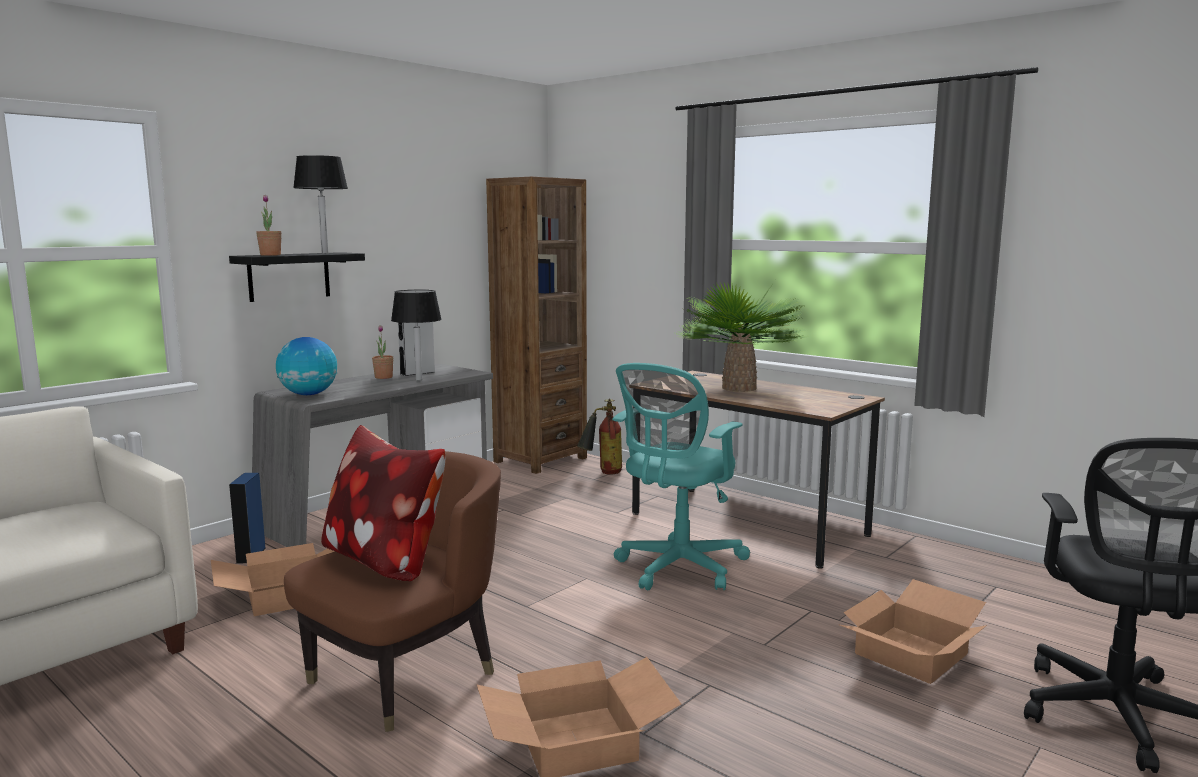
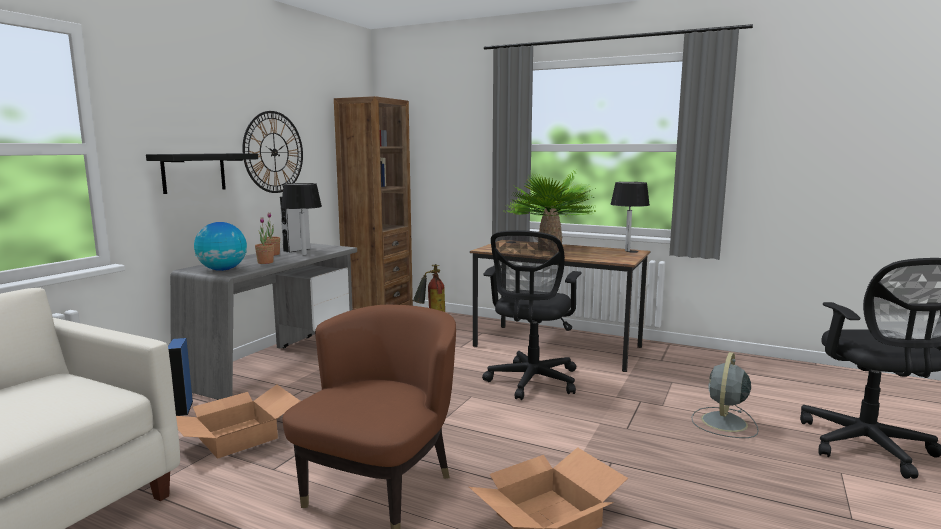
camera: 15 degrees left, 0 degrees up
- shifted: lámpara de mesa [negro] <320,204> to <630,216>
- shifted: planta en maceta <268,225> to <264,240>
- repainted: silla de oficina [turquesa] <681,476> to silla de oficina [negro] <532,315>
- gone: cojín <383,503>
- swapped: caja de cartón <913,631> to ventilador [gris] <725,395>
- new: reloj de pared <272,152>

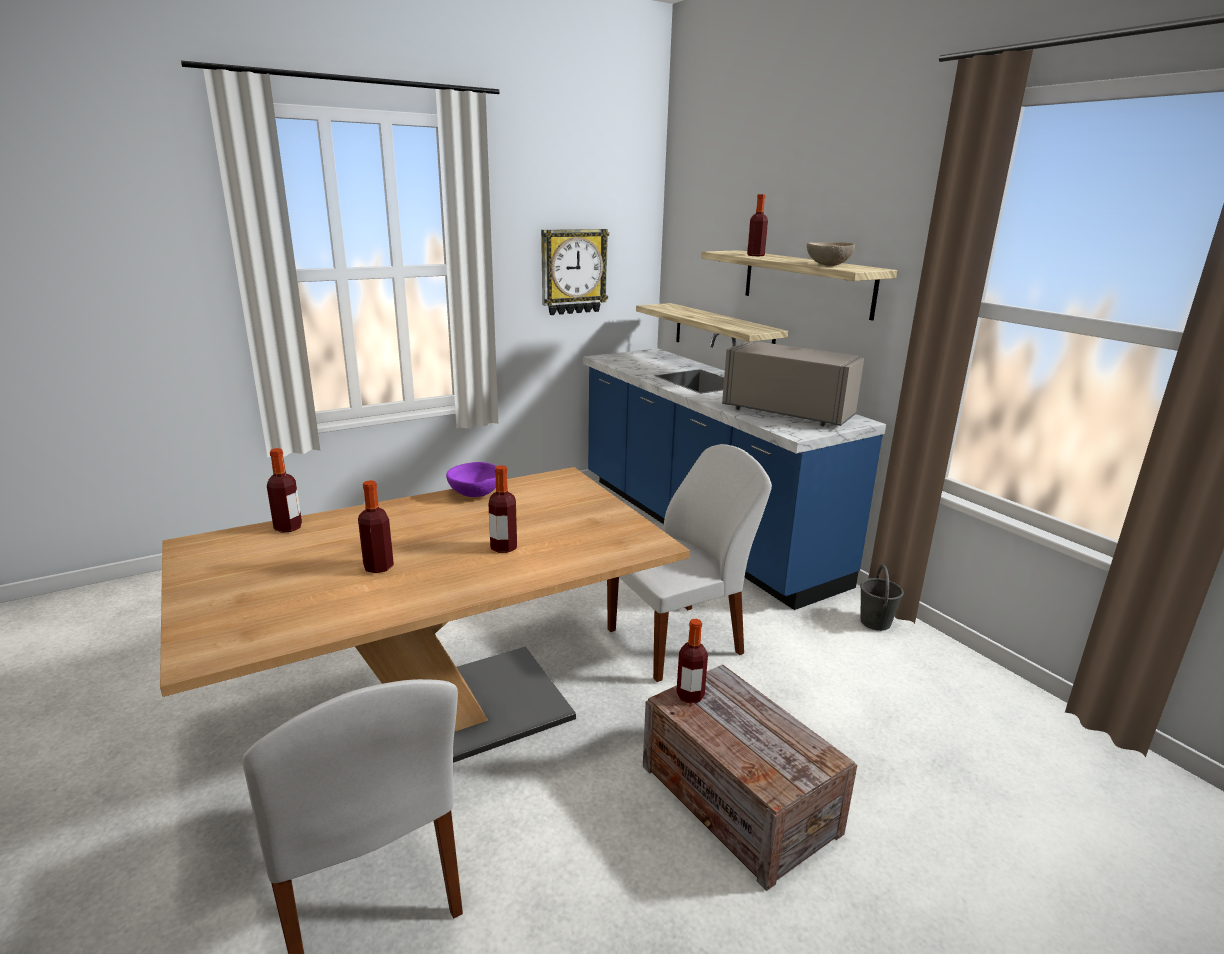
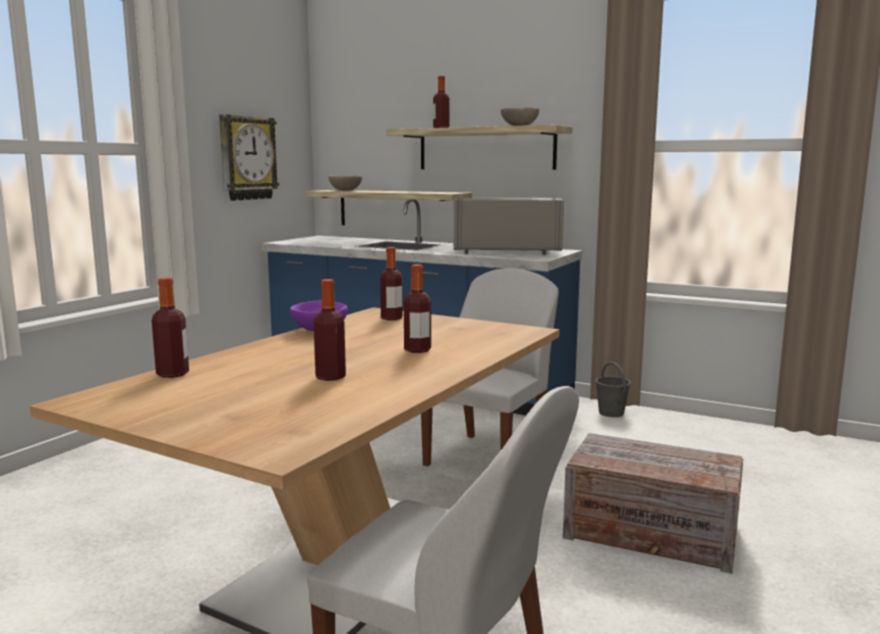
camera: 30 degrees left, 10 degrees down
- shifted: botella <692,661> to <391,283>
- new: cuenco [beis] <345,183>

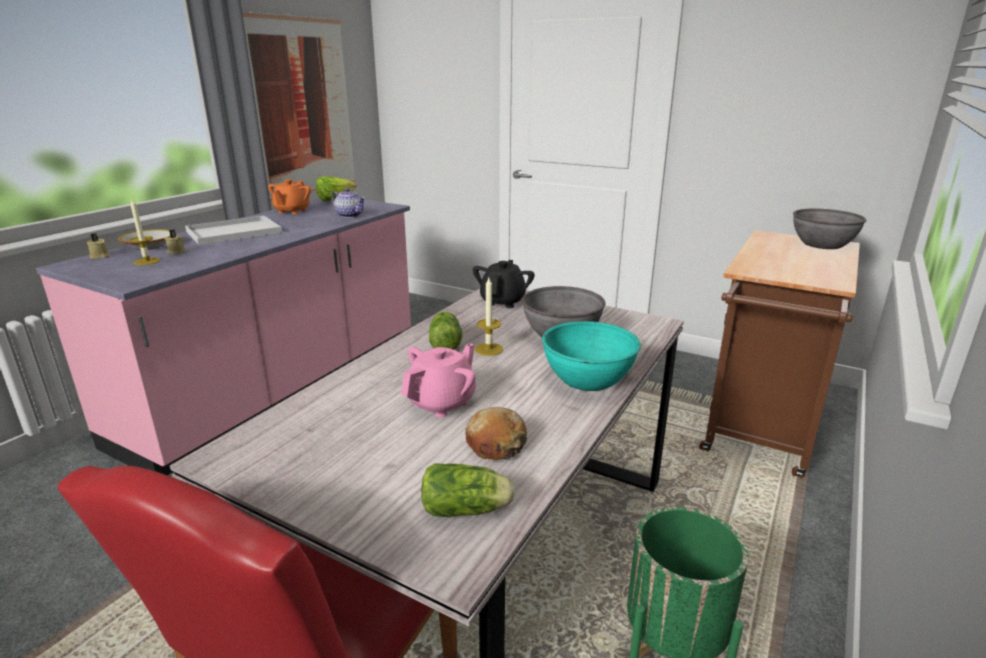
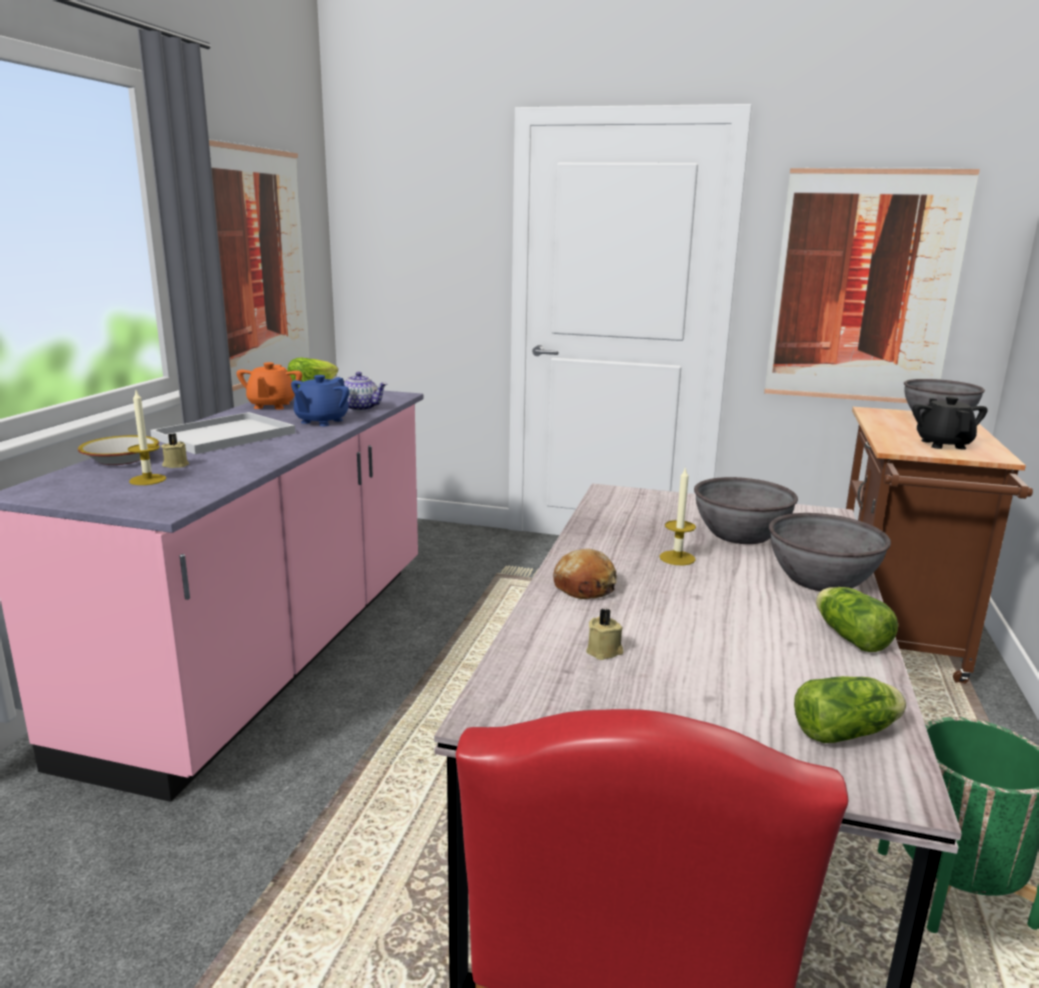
camera: 15 degrees left, 5 degrees down
- shifted: vela [beis] <98,246> to <604,634>
- shifted: tetera [negro] <504,284> to <950,422>
- shifted: lechuga <445,331> to <857,619>
- repainted: cuenco [turquesa] <591,356> to cuenco [gris] <830,552>
- gone: tetera [rosa] <438,381>
- shifted: pan <496,433> to <585,573>
- new: cuadro <872,285>
- new: tetera [azul] <320,400>

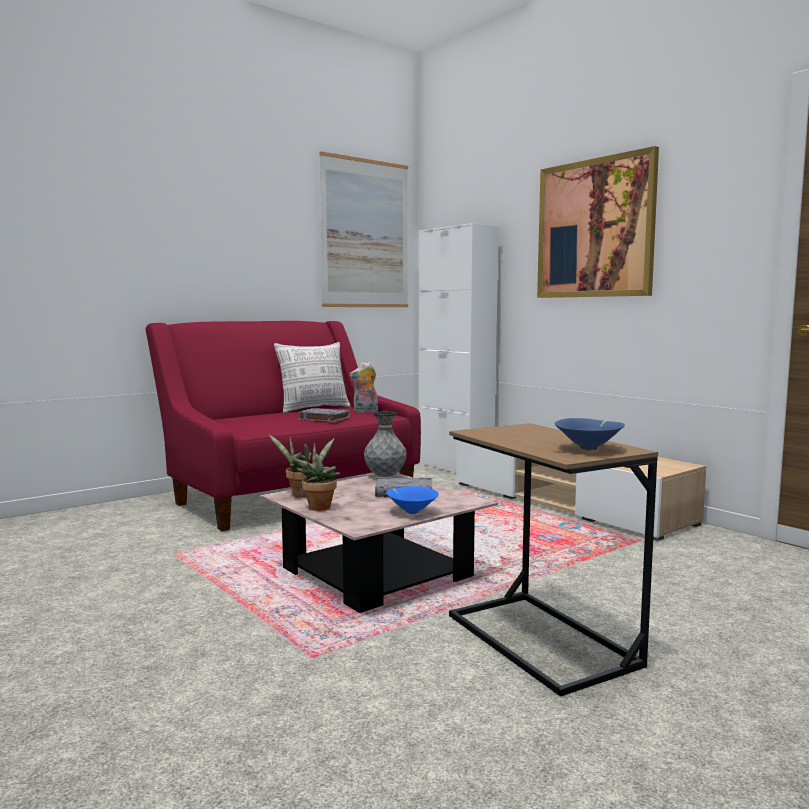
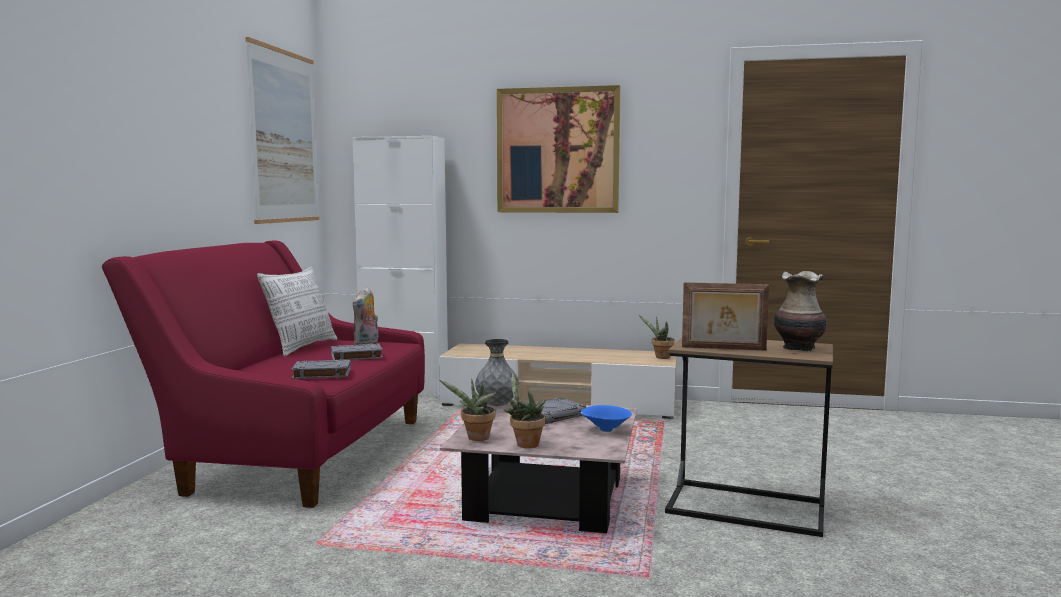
camera: 40 degrees left, 0 degrees up
- swapped: cuenco [azul] <590,434> to florero <800,311>
- new: portarretratos <725,316>
- new: planta en maceta <657,337>
- new: libro [gris] <321,369>

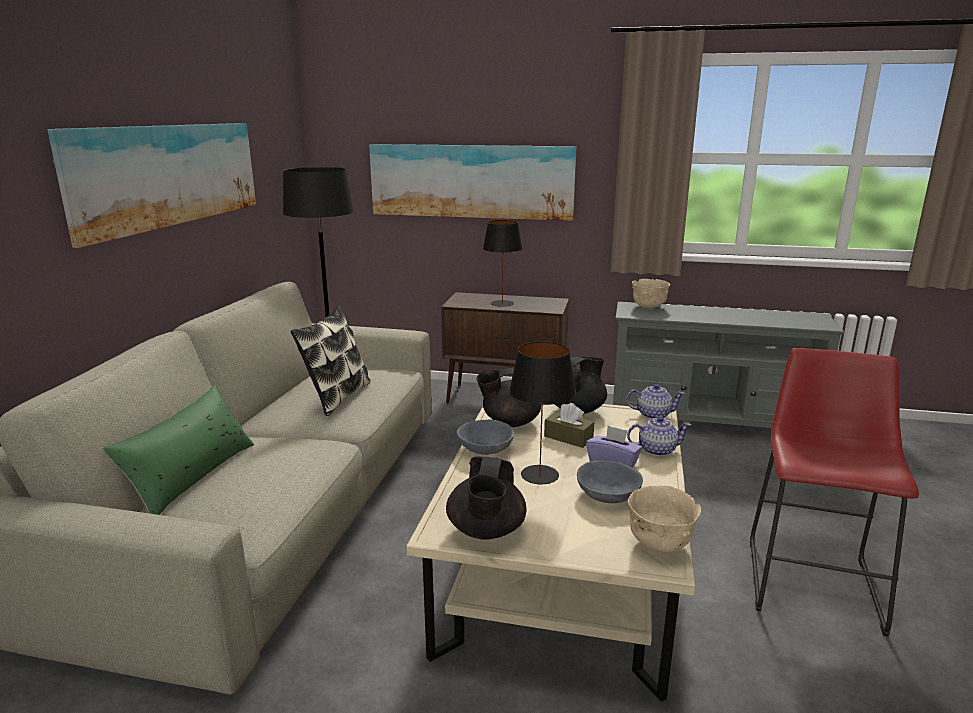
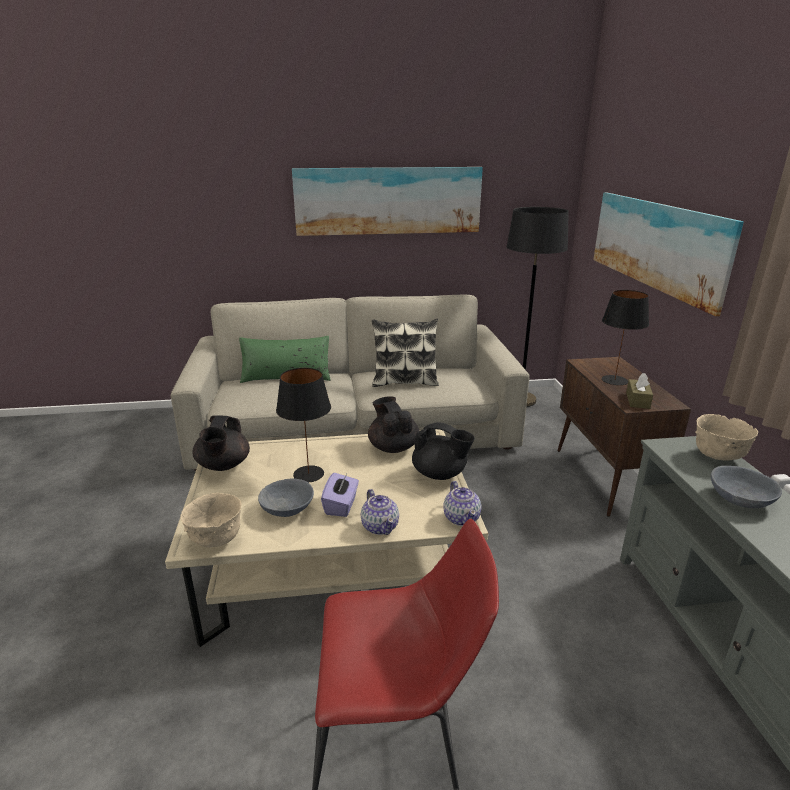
camera: 70 degrees right, 5 degrees up
- shifted: caja de pañuelos [marrón] <569,425> to <639,391>
- shifted: cuenco [gris] <485,437> to <746,487>
- rotated: tetera [negro] <486,498> = <221,443> 75 degrees counterclockwise

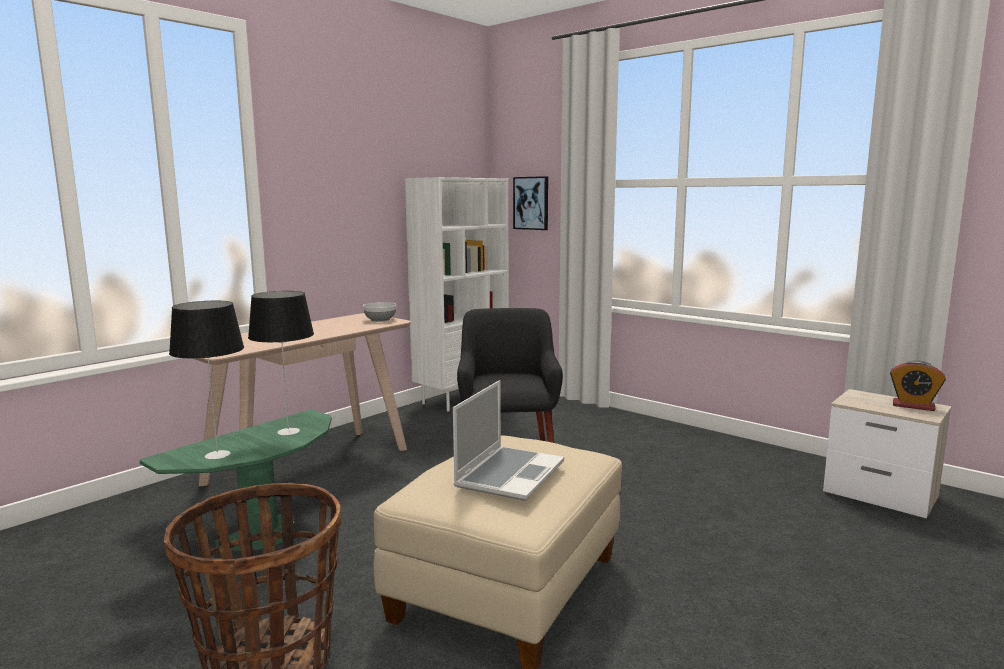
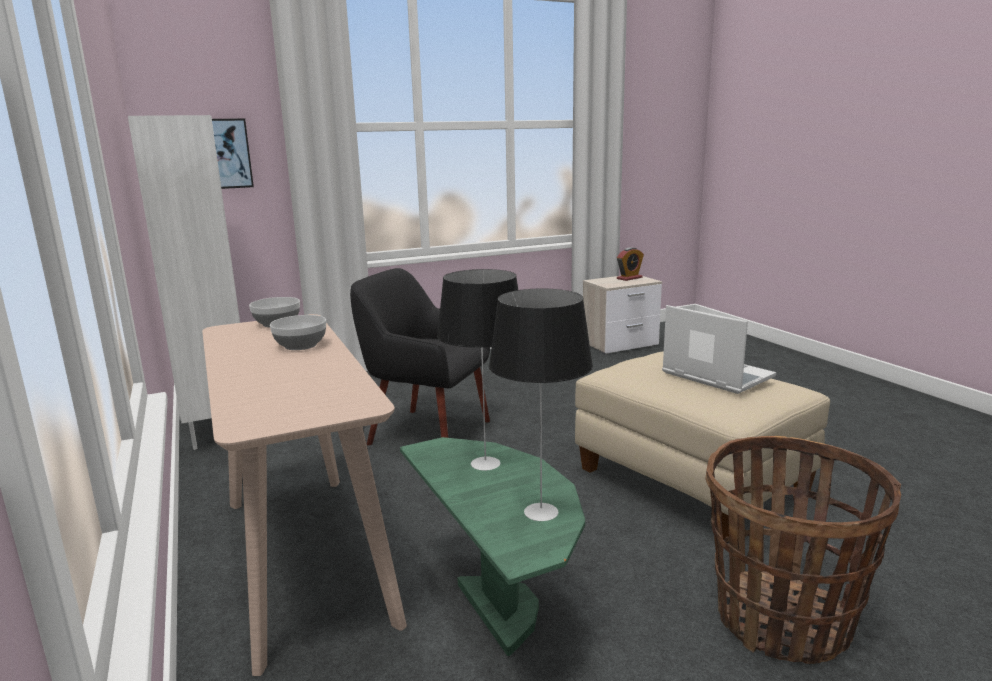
camera: 65 degrees left, 5 degrees up
- new: cuenco <298,332>

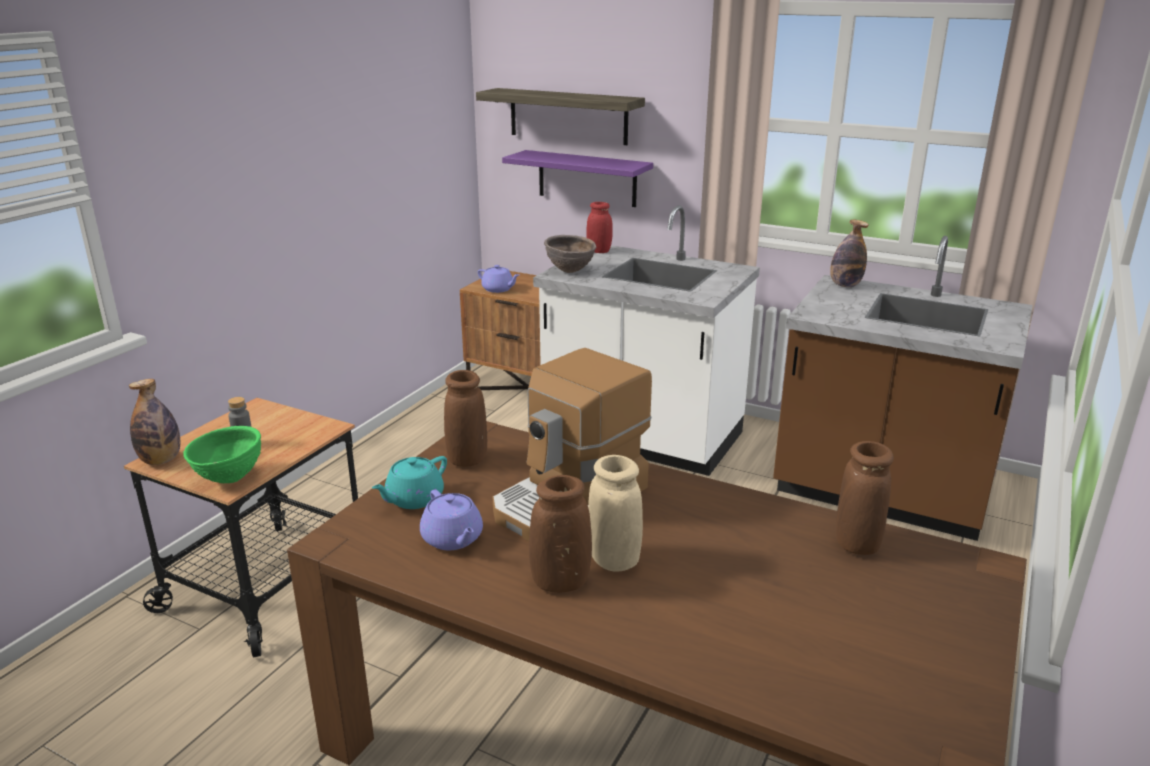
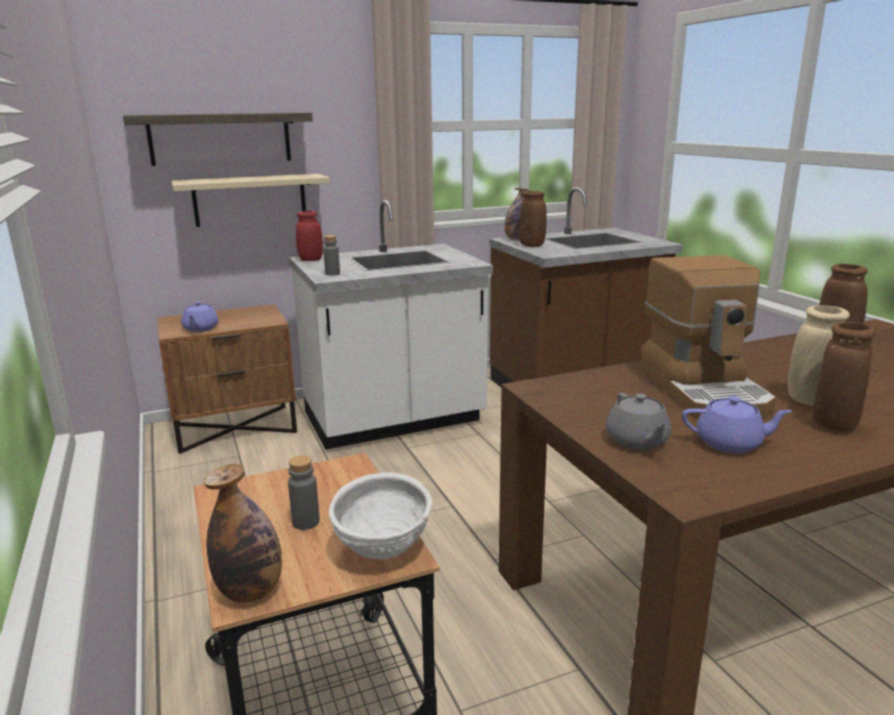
camera: 50 degrees left, 5 degrees down
- repainted: estante [morado] <577,178> to estante [beis] <250,200>
- swapped: cuenco [marrón] <570,254> to botella [gris] <331,255>
- rotated: tetera [morado] <498,279> = <199,317> 105 degrees clockwise
- shifted: florero [marrón] <465,418> to <533,219>
- repainted: cuenco [verde] <222,454> to cuenco [blanco] <380,516>
- repainted: tetera [turquesa] <409,482> to tetera [gris] <638,421>

